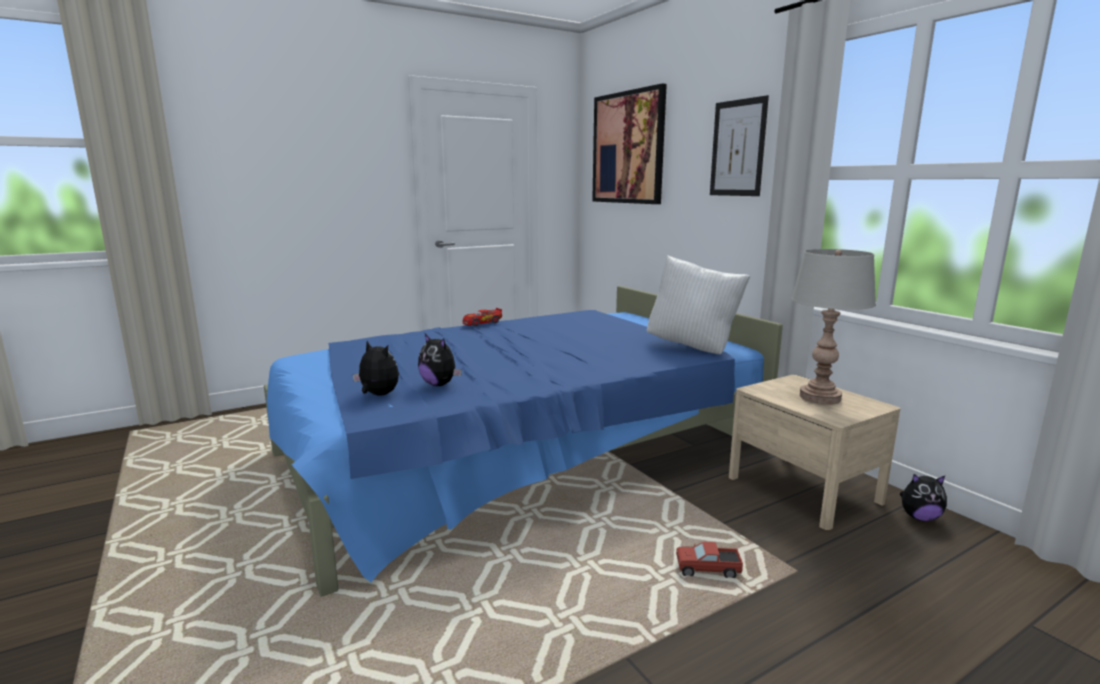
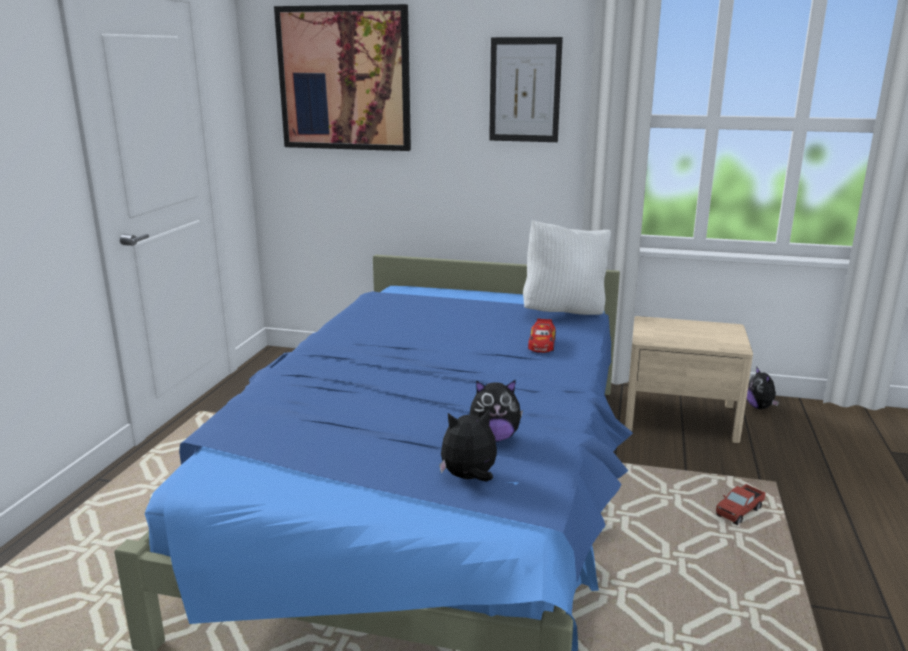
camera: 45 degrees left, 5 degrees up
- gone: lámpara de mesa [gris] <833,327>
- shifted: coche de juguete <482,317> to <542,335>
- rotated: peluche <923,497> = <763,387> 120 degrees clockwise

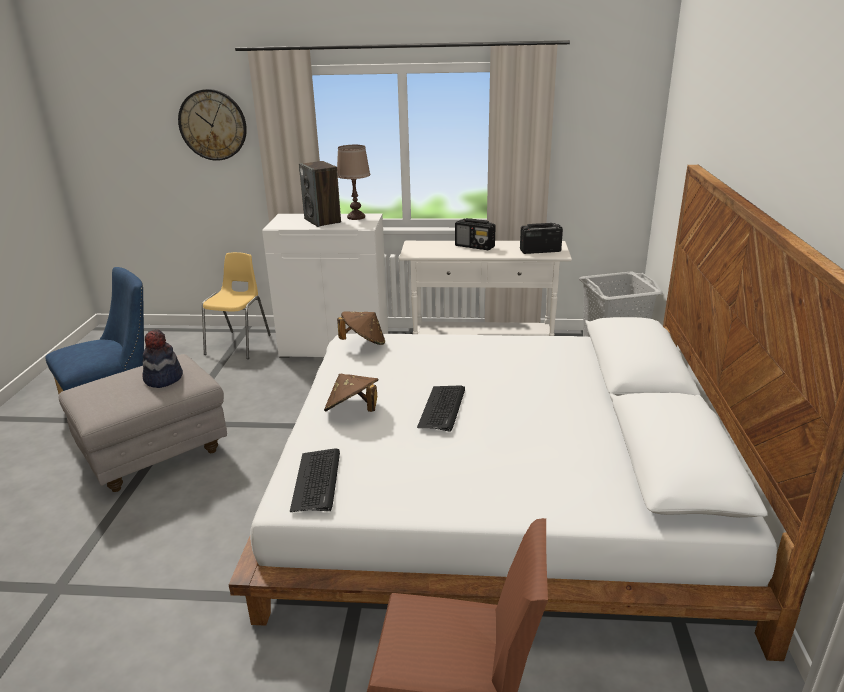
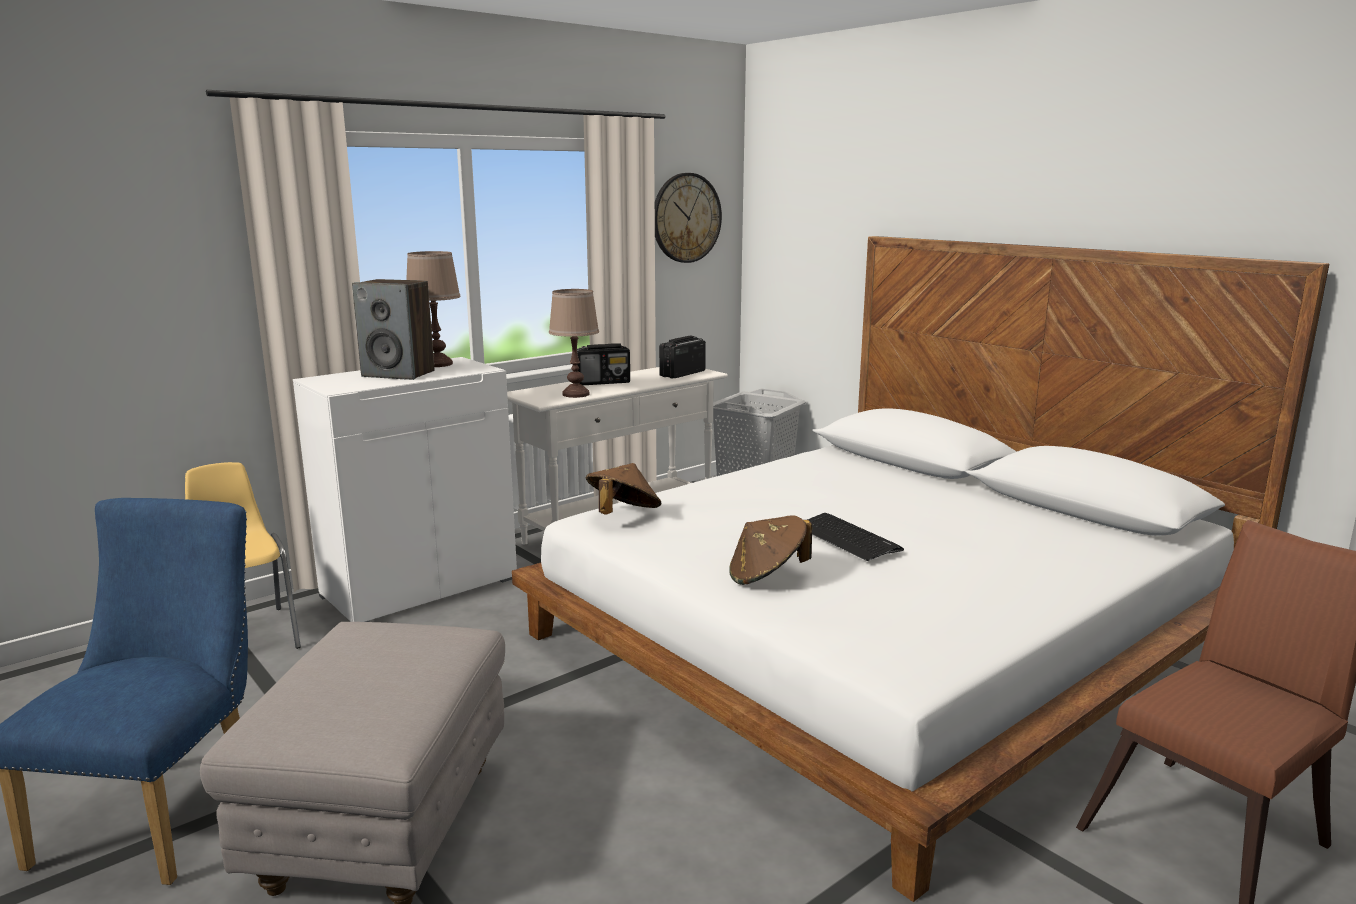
camera: 45 degrees left, 10 degrees down
- shifted: reloj de pared <212,125> to <688,218>
- gone: sombrero <162,358>
- gone: teclado <315,480>
- new: lámpara de mesa [marrón] <574,343>

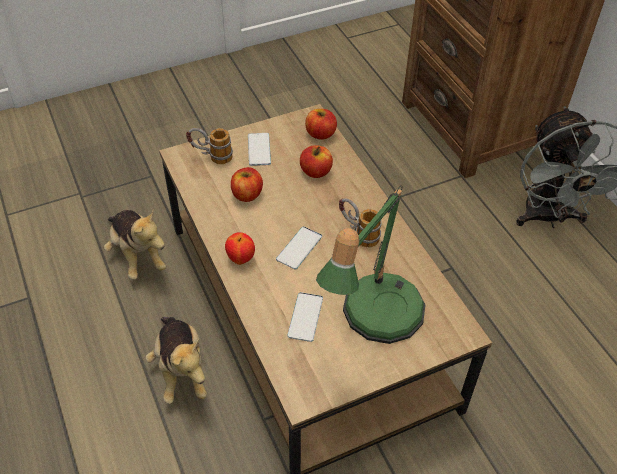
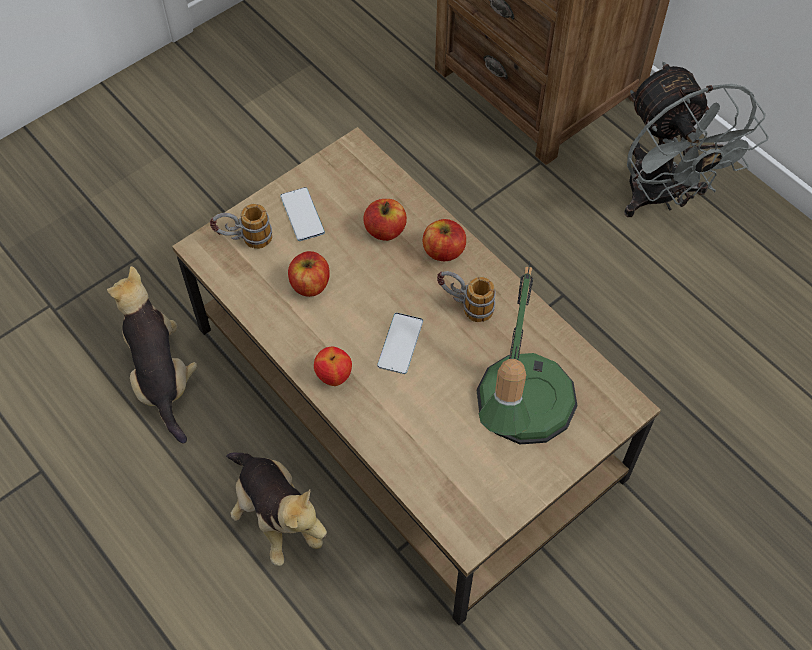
camera: 15 degrees left, 10 degrees up
- shifted: manzana <321,124> to <444,240>
- rotated: peluche <135,245> = <152,354> 150 degrees counterclockwise
- gone: móvil <305,317>

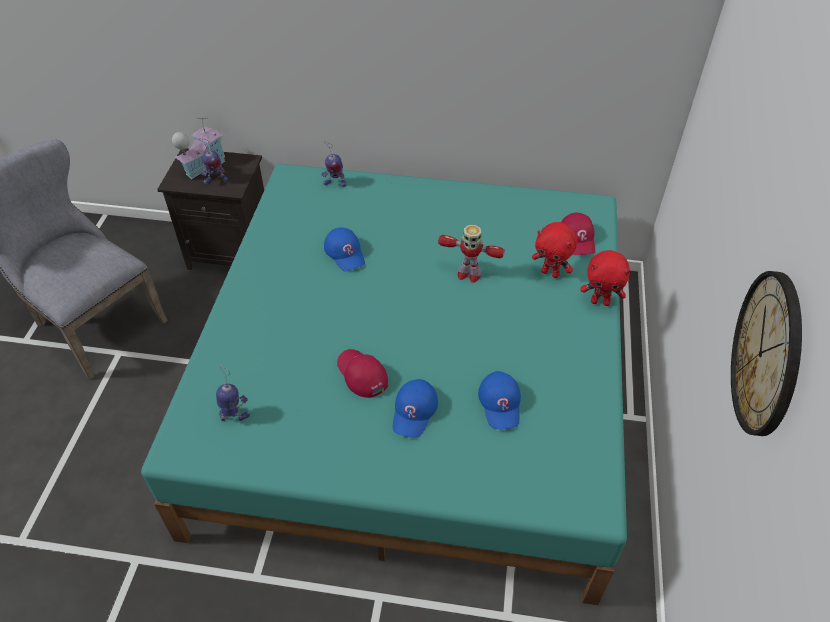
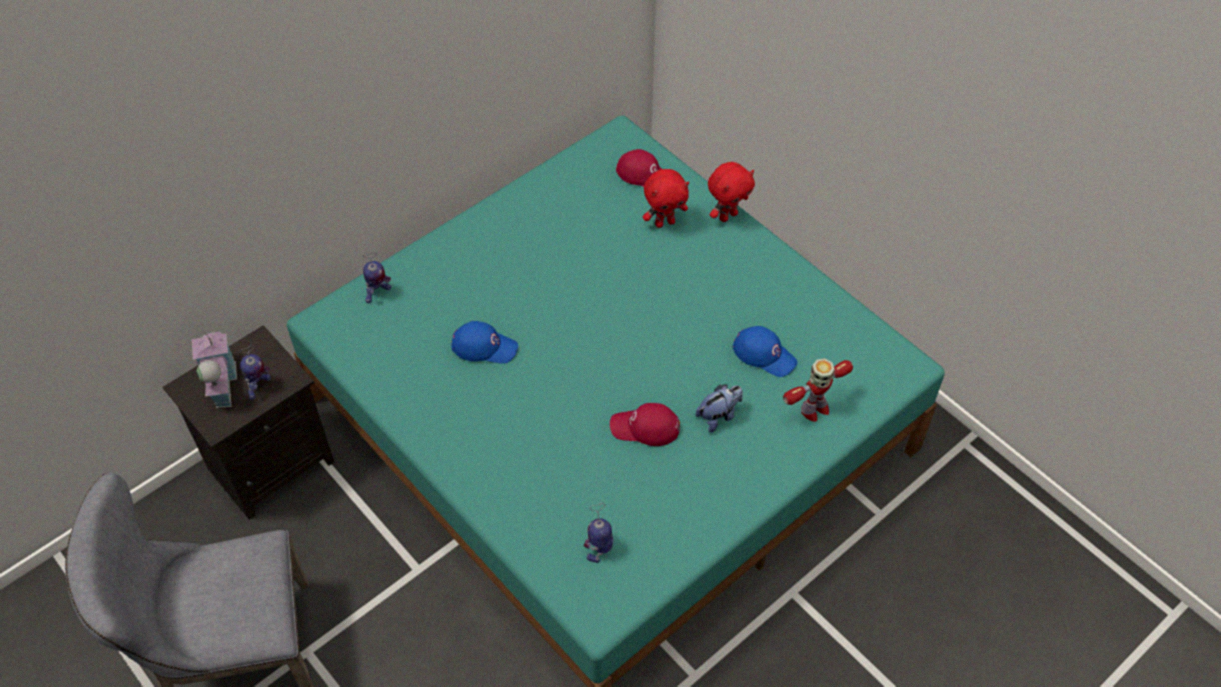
camera: 50 degrees left, 5 degrees up
- shifted: robot de juguete <471,254> to <818,390>
- gone: reloj de pared <766,353>
- swapped: gorra [azul] <415,408> to peluche <719,408>

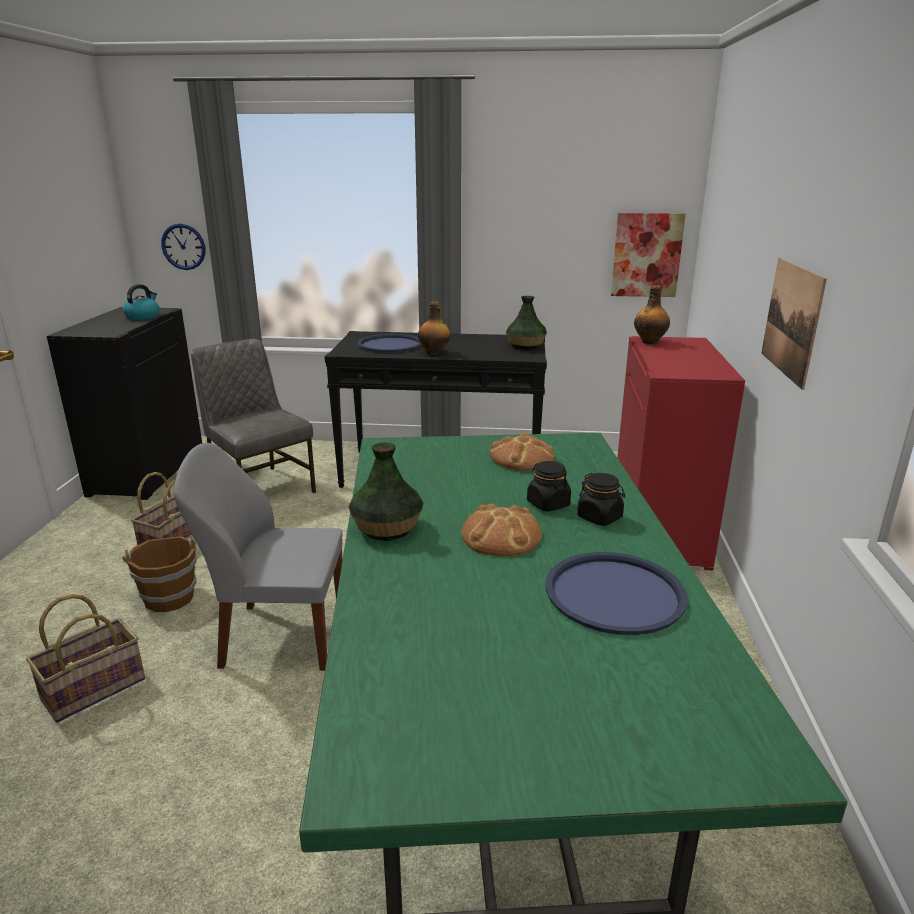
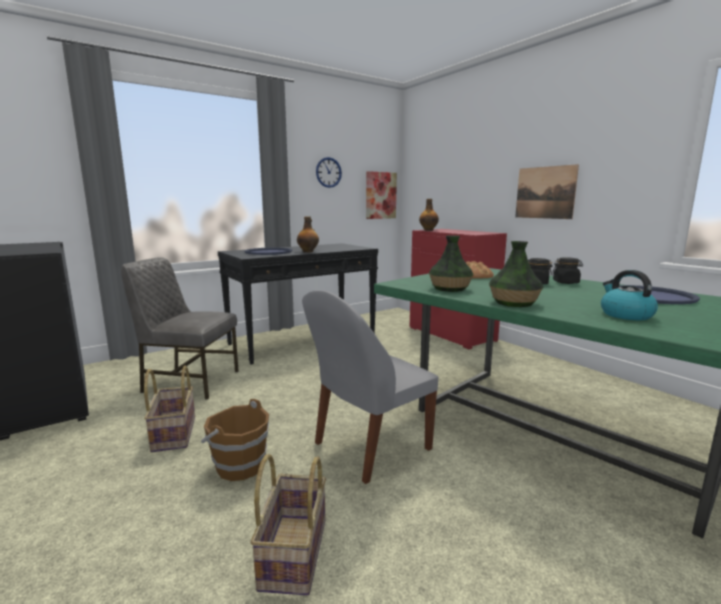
camera: 40 degrees left, 10 degrees down
- shifted: reloj de pared <183,247> to <329,172>
- shifted: hervidor <141,302> to <629,295>
- shifted: florero <526,323> to <451,263>
- gone: pan <501,530>

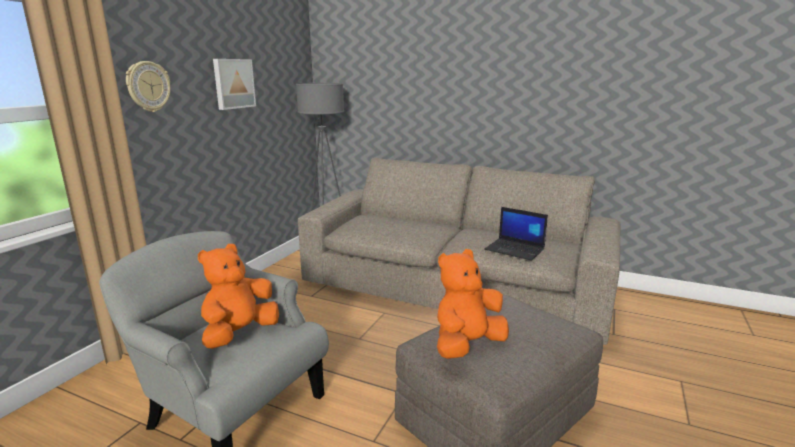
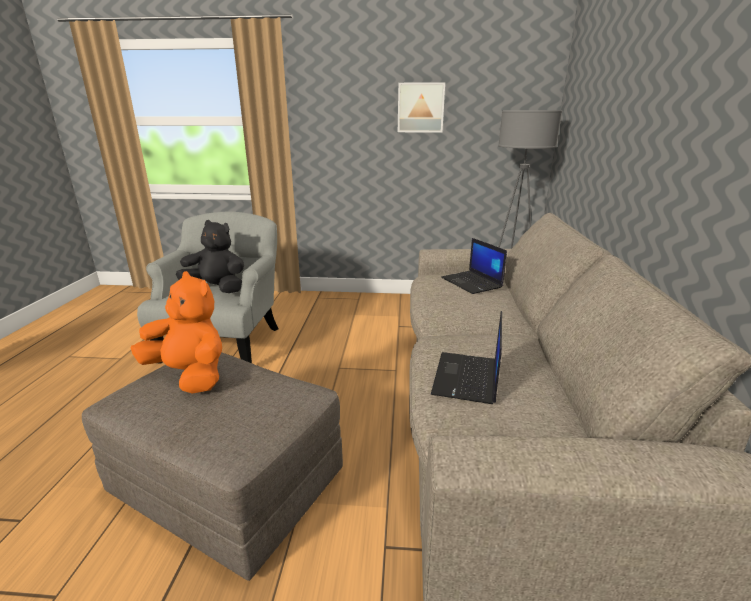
camera: 70 degrees right, 5 degrees up
- gone: reloj de pared <148,86>
- repainted: peluche [naranja] <238,296> to peluche [negro] <210,256>
- new: portátil <474,266>

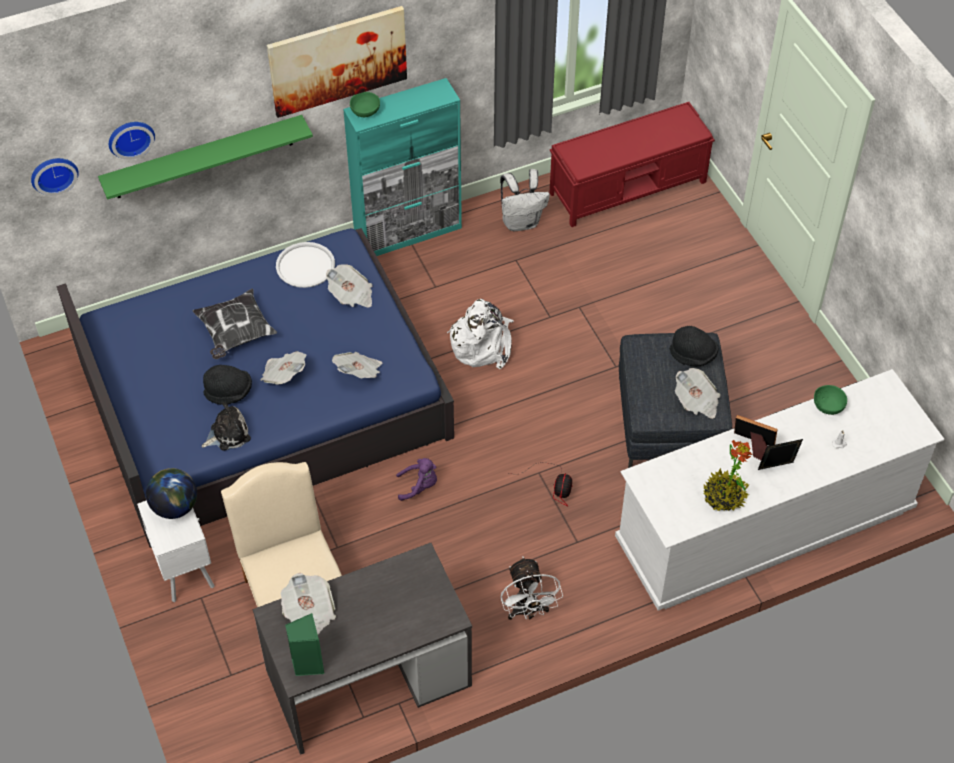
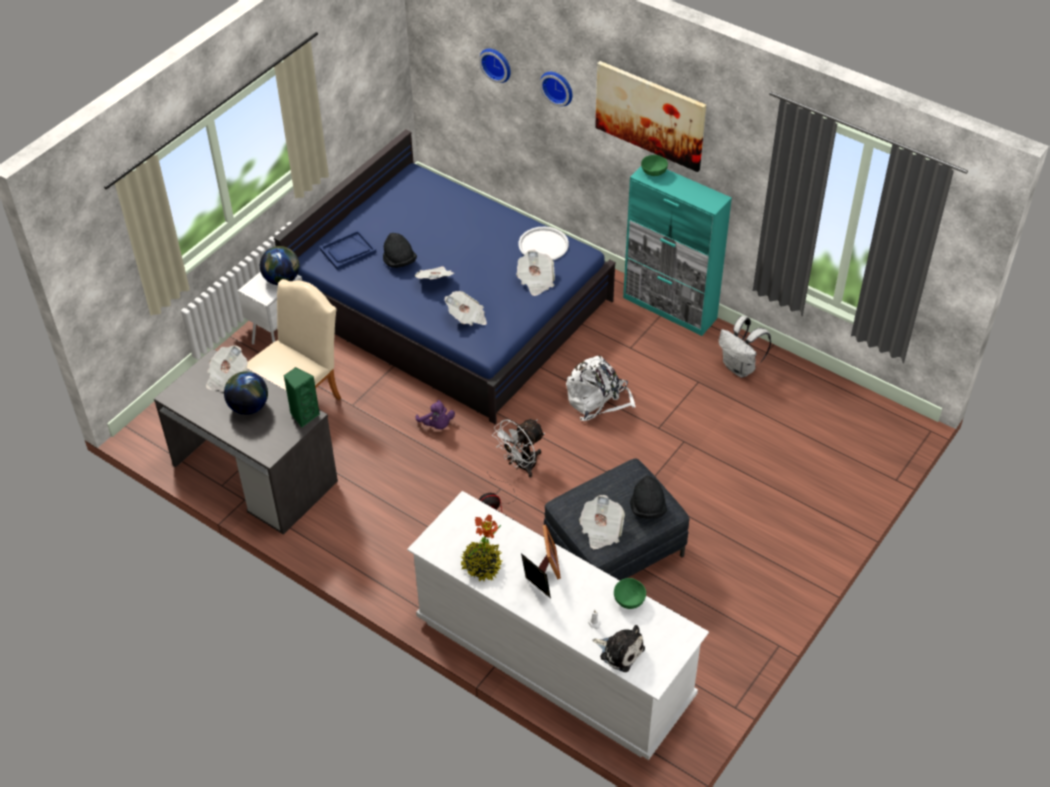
camera: 60 degrees right, 5 degrees down
- gone: banco [rojo] <632,164>
- gone: estante [verde] <205,157>
- shifted: reloj de pared <55,177> to <556,89>
- gone: cojín <235,324>
- shifted: peluche <226,426> to <618,648>
- shifted: ventilador [blanco] <532,588> to <518,448>
- shifted: altavoz [verde] <304,644> to <301,397>
- new: bandeja [azul] <348,250>
- new: globo terráqueo <246,393>

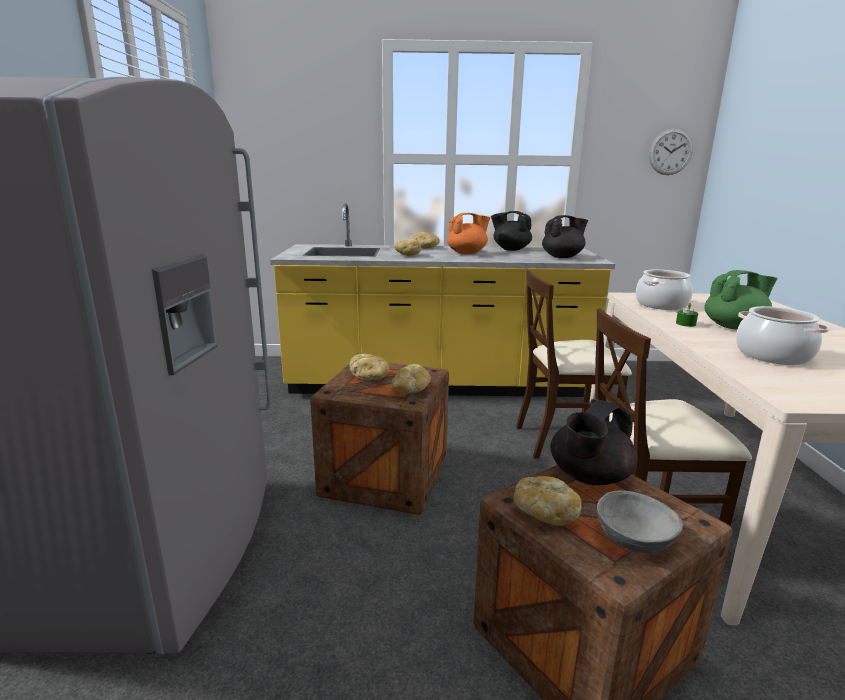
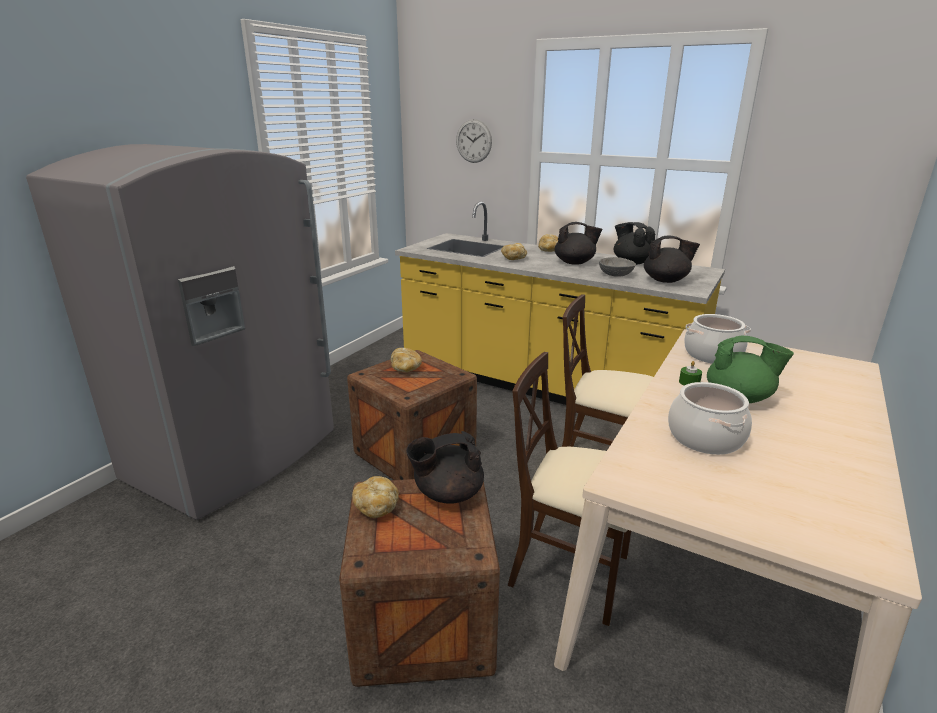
camera: 30 degrees right, 5 degrees up
- shifted: reloj de pared <671,152> to <474,141>
- repainted: tetera [naranja] <468,233> to tetera [negro] <579,243>
- gone: pan <411,379>
- shifted: cuenco [gris] <640,521> to <617,267>

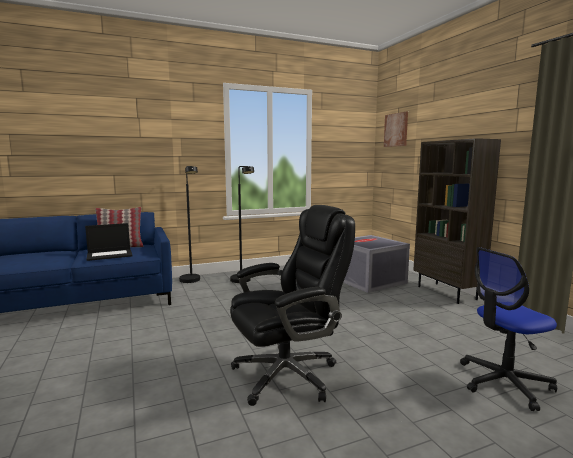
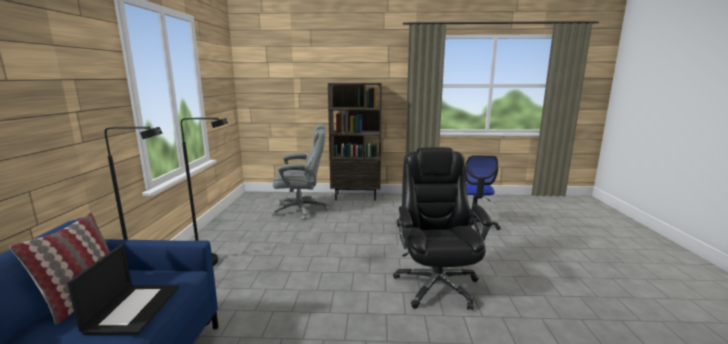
camera: 65 degrees left, 5 degrees up
- gone: cuadro <396,129>
- swapped: caja de almacenaje [gris] <376,264> to silla de oficina [gris] <300,171>

